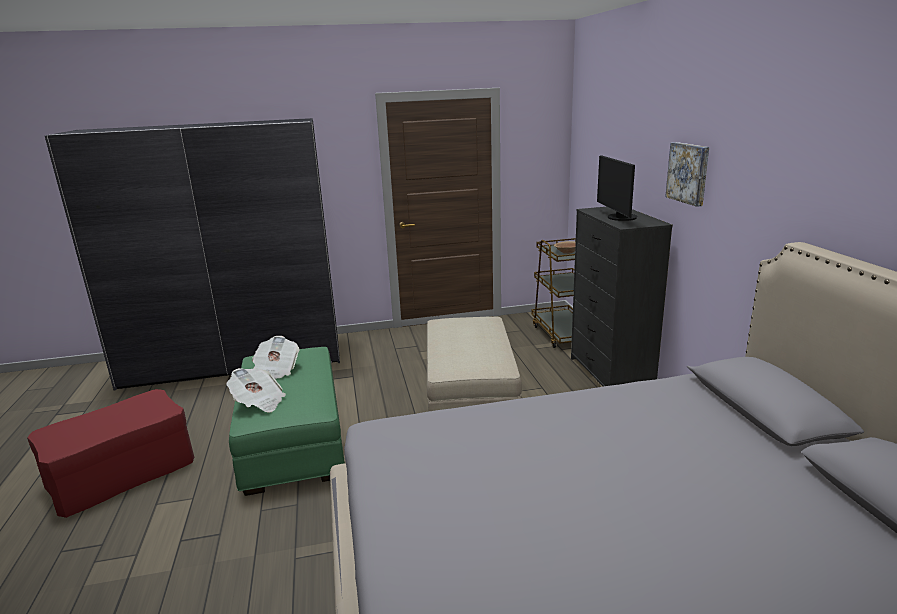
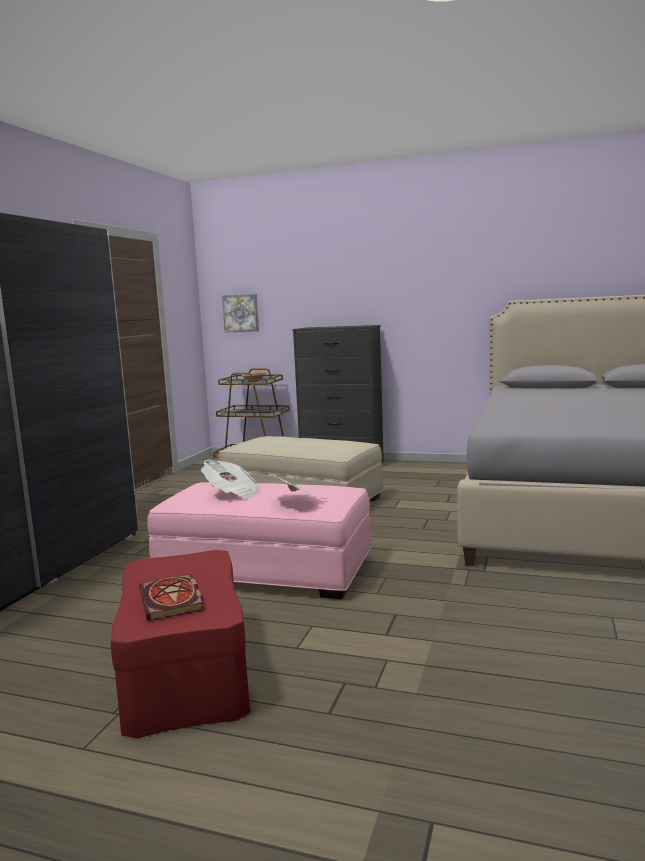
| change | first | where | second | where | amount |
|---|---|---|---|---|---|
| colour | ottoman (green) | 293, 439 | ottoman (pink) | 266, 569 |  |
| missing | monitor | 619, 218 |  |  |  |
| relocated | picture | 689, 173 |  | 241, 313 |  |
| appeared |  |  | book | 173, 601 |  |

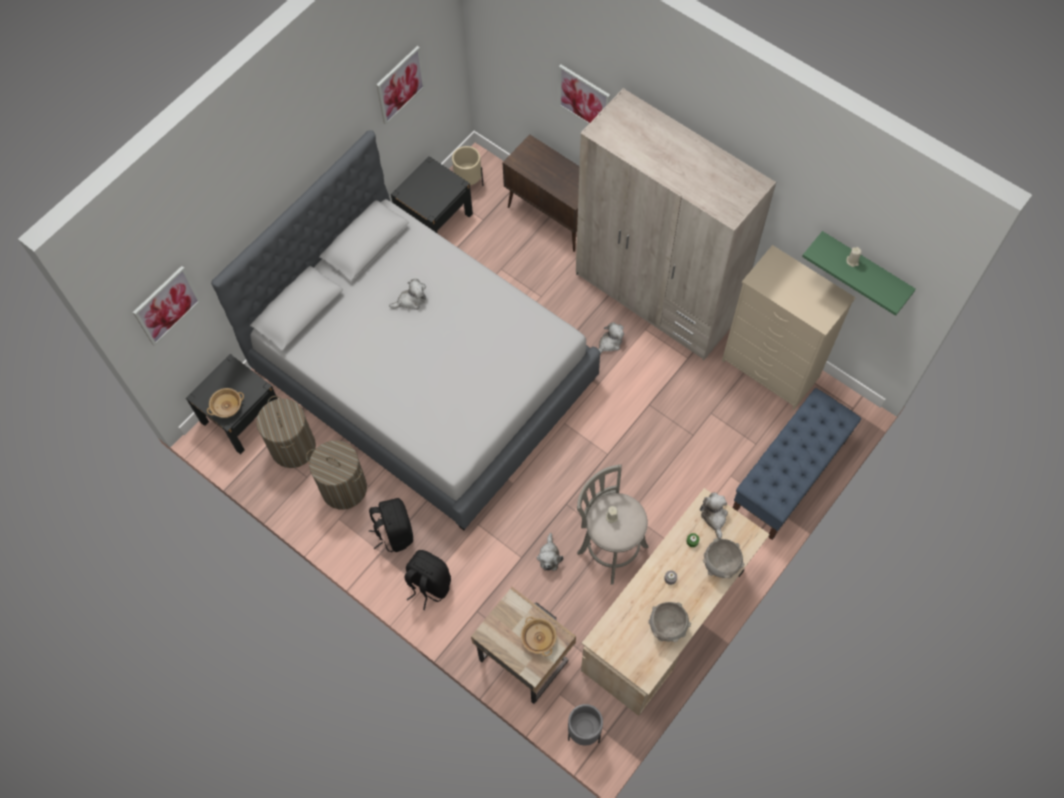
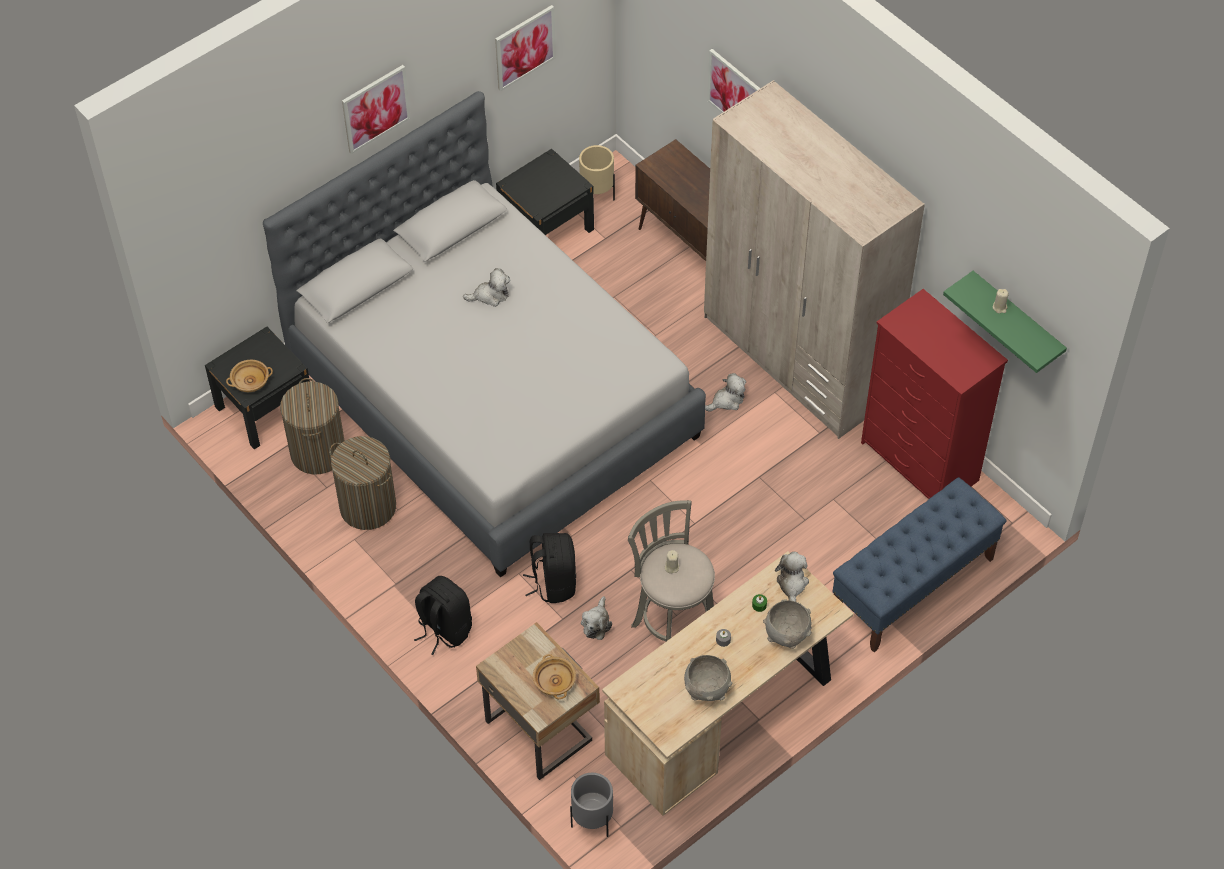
| change | first | where | second | where | amount |
|---|---|---|---|---|---|
| relocated | picture | 166, 305 |  | 375, 108 |  |
| relocated | backpack (black) | 394, 533 |  | 553, 583 |  |
| colour | dresser (beige) | 771, 370 | dresser (red) | 919, 463 |  |

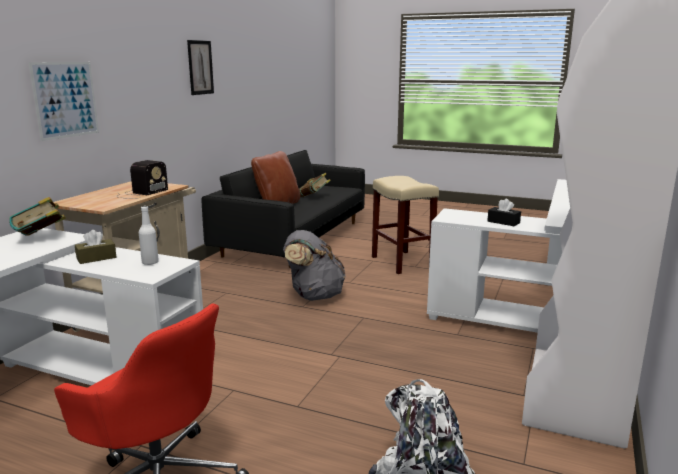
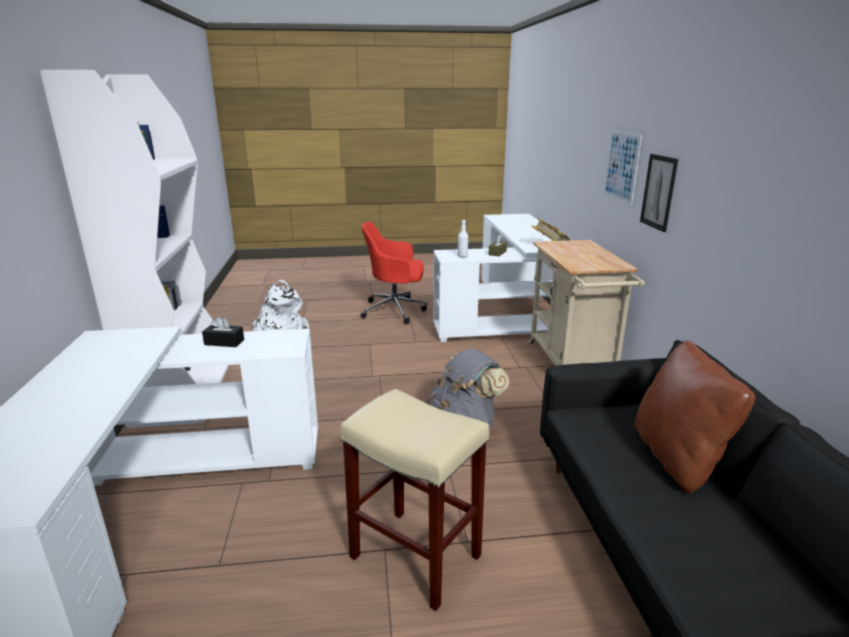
| change | first | where | second | where | amount |
|---|---|---|---|---|---|
| missing | radio | 140, 193 |  |  |  |
| relocated | picture | 200, 67 |  | 658, 192 |  |
| missing | book | 314, 197 |  |  |  |

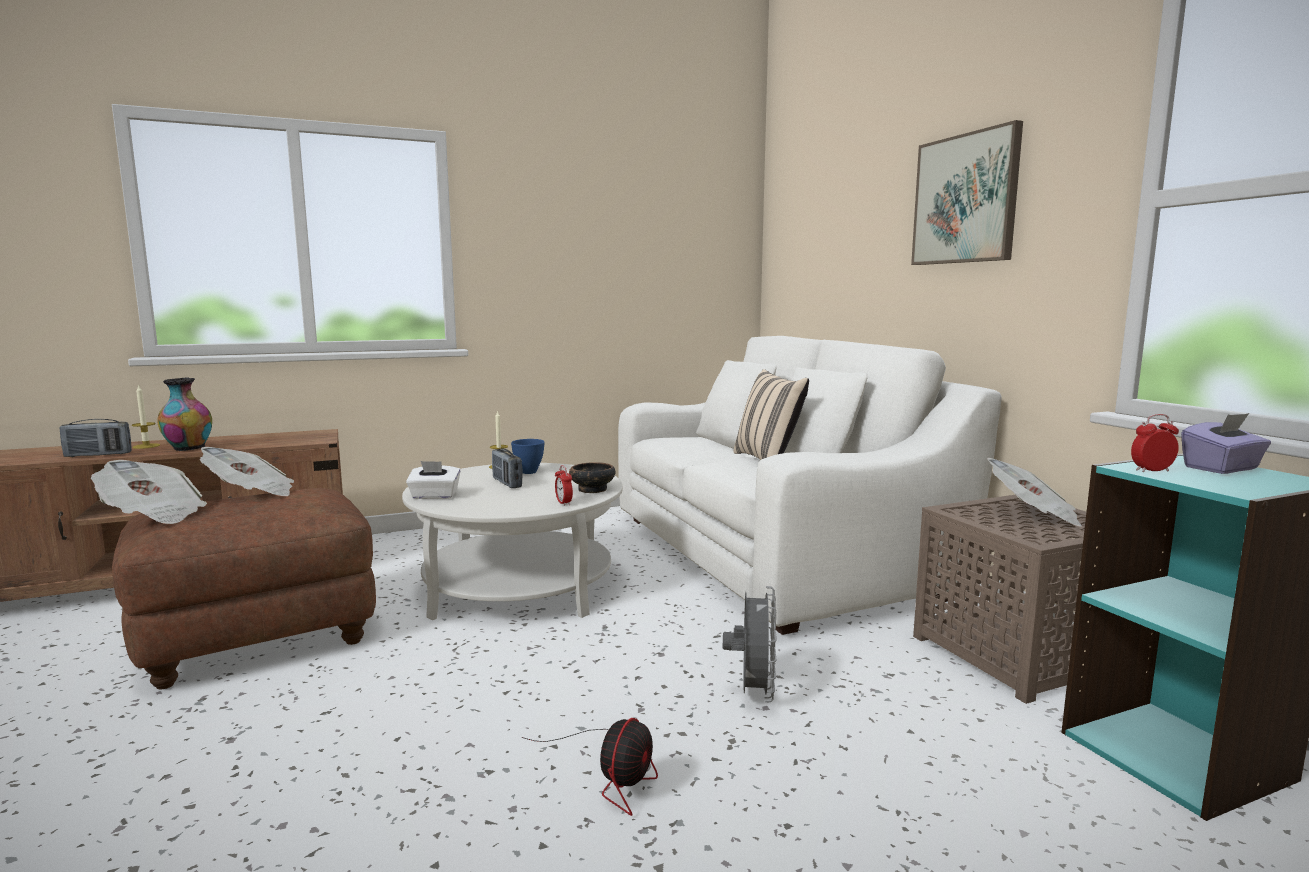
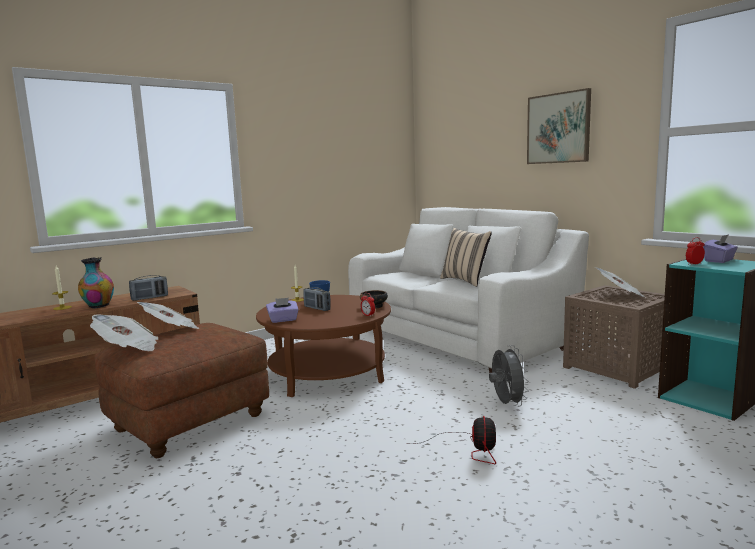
| change | first | where | second | where | amount |
|---|---|---|---|---|---|
| relocated | radio | 98, 455 |  | 149, 298 |  |
| colour | coffee table (white) | 519, 587 | coffee table (brown) | 327, 373 |  |
| colour | tissue box (white) | 434, 496 | tissue box (purple) | 283, 320 |  |

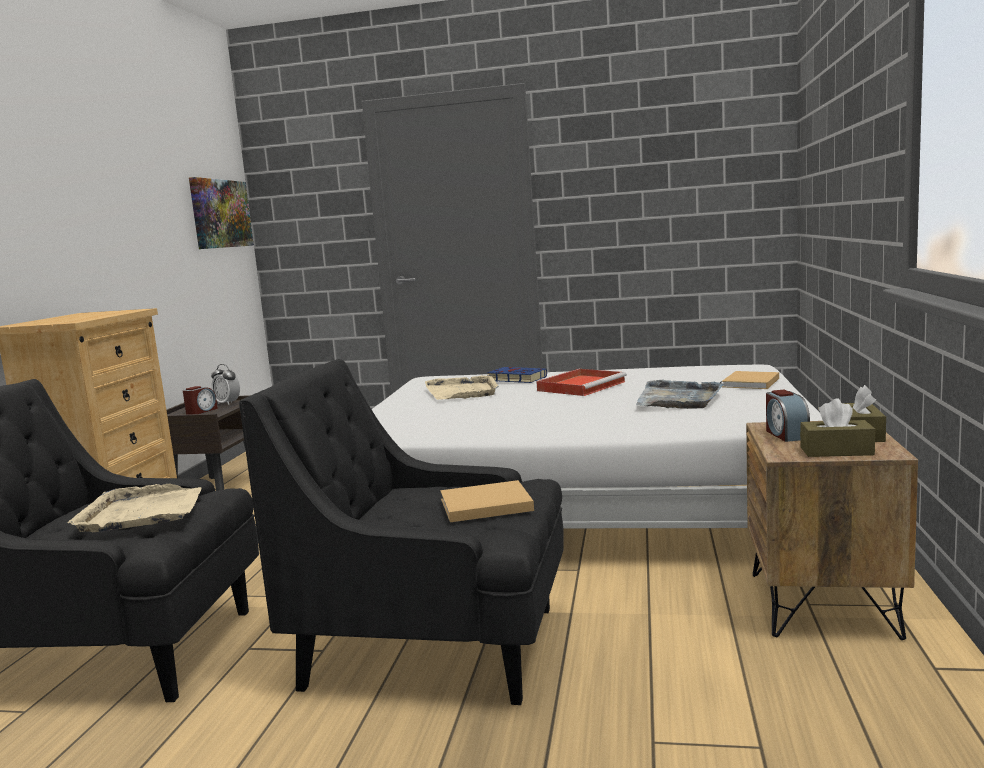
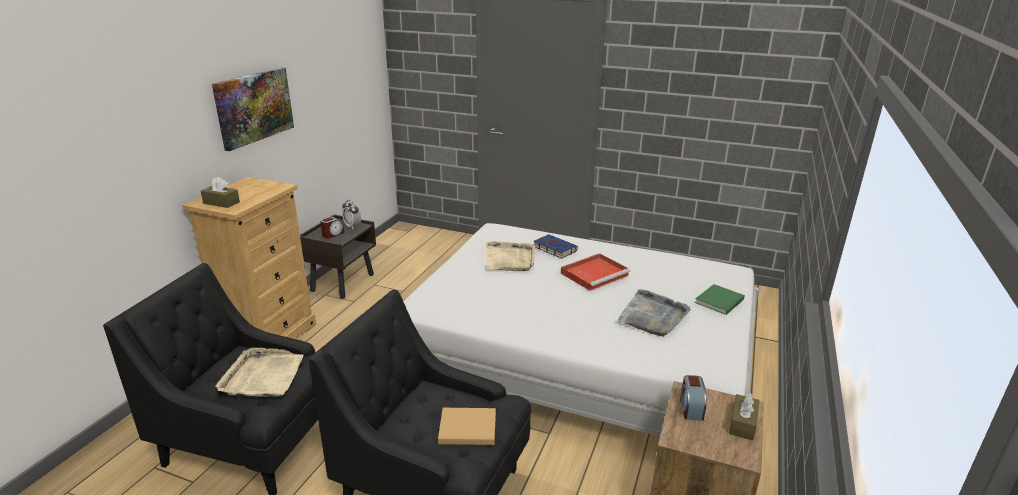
| change | first | where | second | where | amount |
|---|---|---|---|---|---|
| relocated | picture | 220, 214 |  | 254, 107 |  |
| colour | book (beige) | 750, 383 | book (green) | 718, 301 |  |
| relocated | tissue box (brown) | 836, 451 |  | 221, 203 |  |

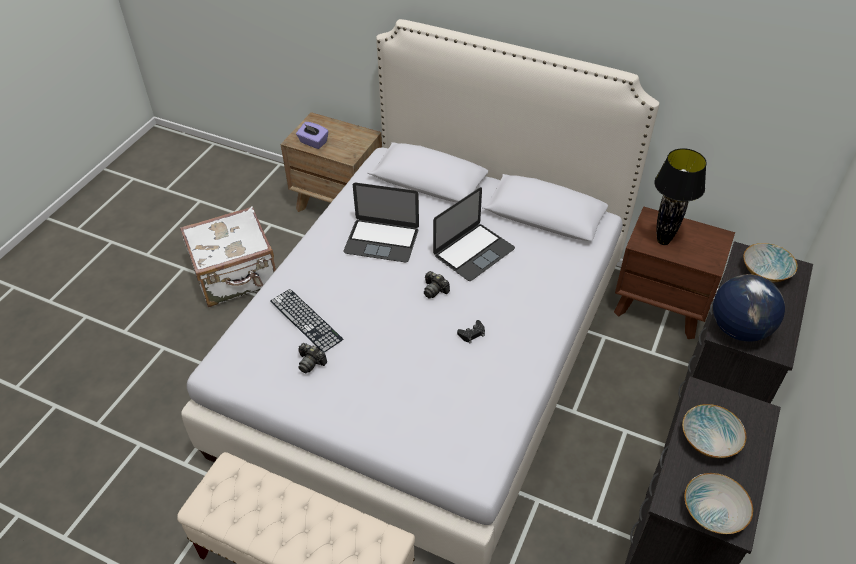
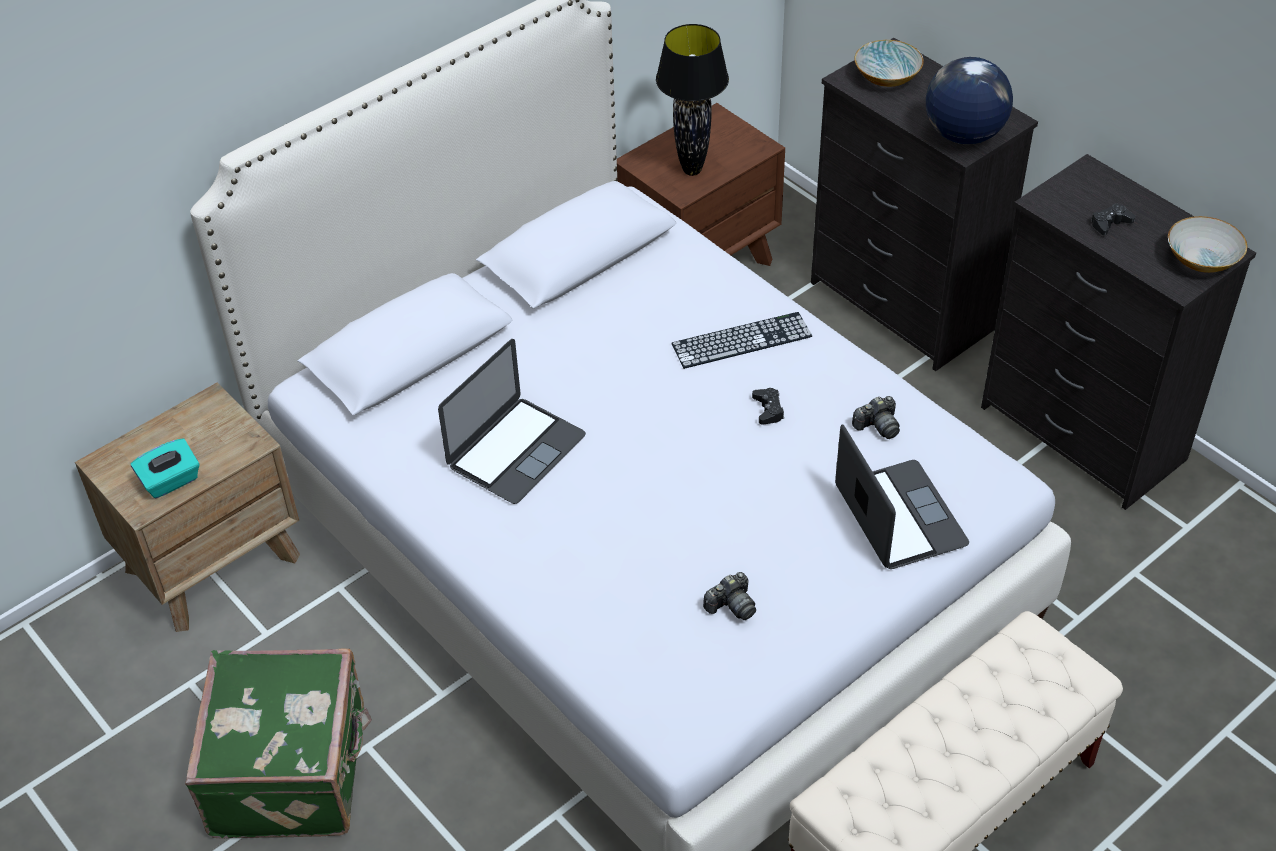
| change | first | where | second | where | amount |
|---|---|---|---|---|---|
| colour | suitcase (white) | 236, 276 | suitcase (green) | 293, 772 |  |
| relocated | keyboard | 306, 320 |  | 741, 340 |  |
| colour | tissue box (purple) | 313, 142 | tissue box (turquoise) | 171, 481 |  |
| relocated | photo camera | 434, 290 |  | 877, 426 |  |
| relocated | laptop | 474, 252 |  | 899, 515 |  |
| exchanged | bowl | 710, 440 | game controller (black) | 1110, 223 |  |

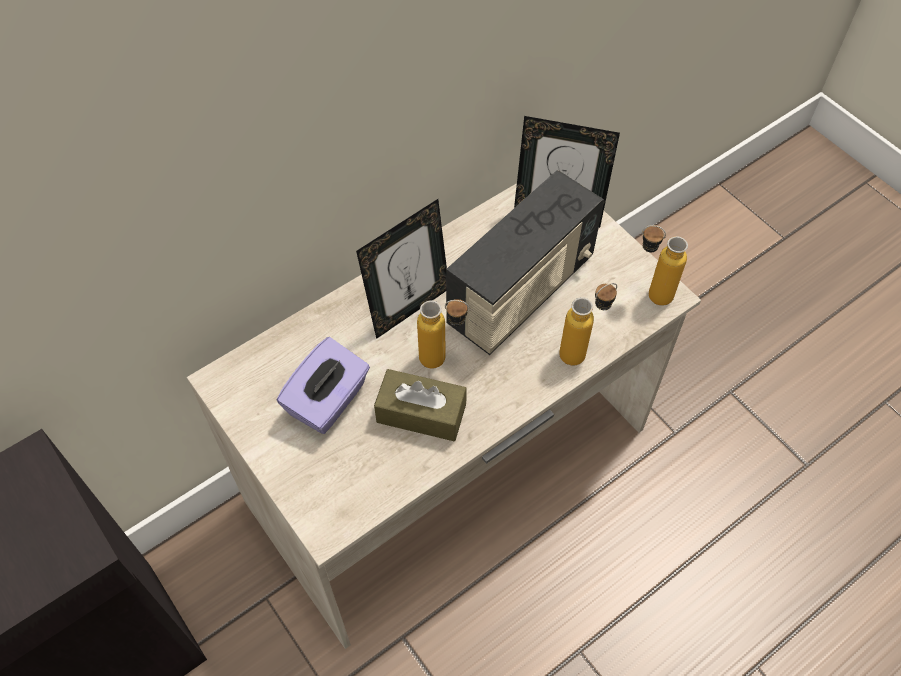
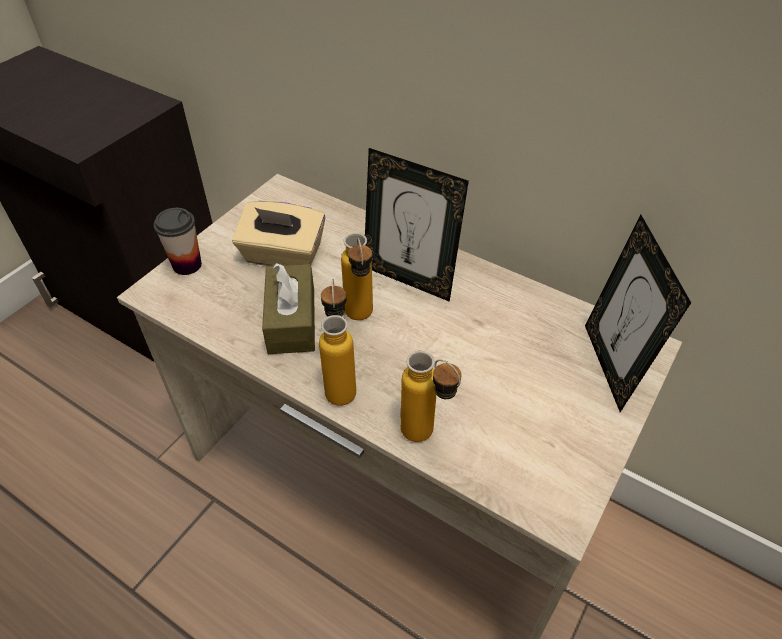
| change | first | where | second | where | amount |
|---|---|---|---|---|---|
| colour | tissue box (purple) | 328, 401 | tissue box (beige) | 283, 255 |  |
| missing | radio | 521, 293 |  |  |  |
| relocated | bottle | 649, 294 |  | 340, 383 |  |
| appeared |  |  | cup | 187, 265 |  |

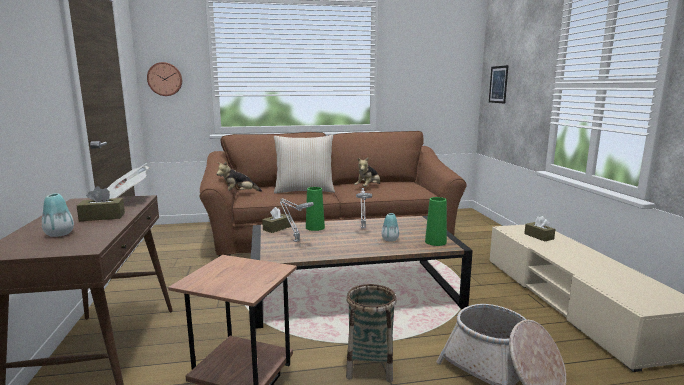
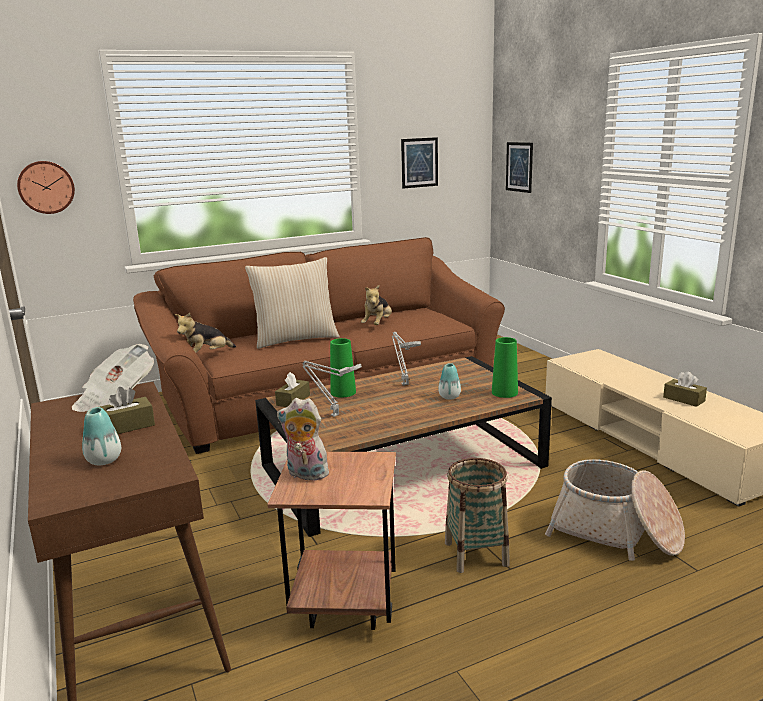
| change | first | where | second | where | amount |
|---|---|---|---|---|---|
| relocated | tissue box (brown) | 539, 236 |  | 683, 399 |  |
| appeared |  |  | plush toy | 305, 475 |  |
| appeared |  |  | picture | 419, 162 |  |

